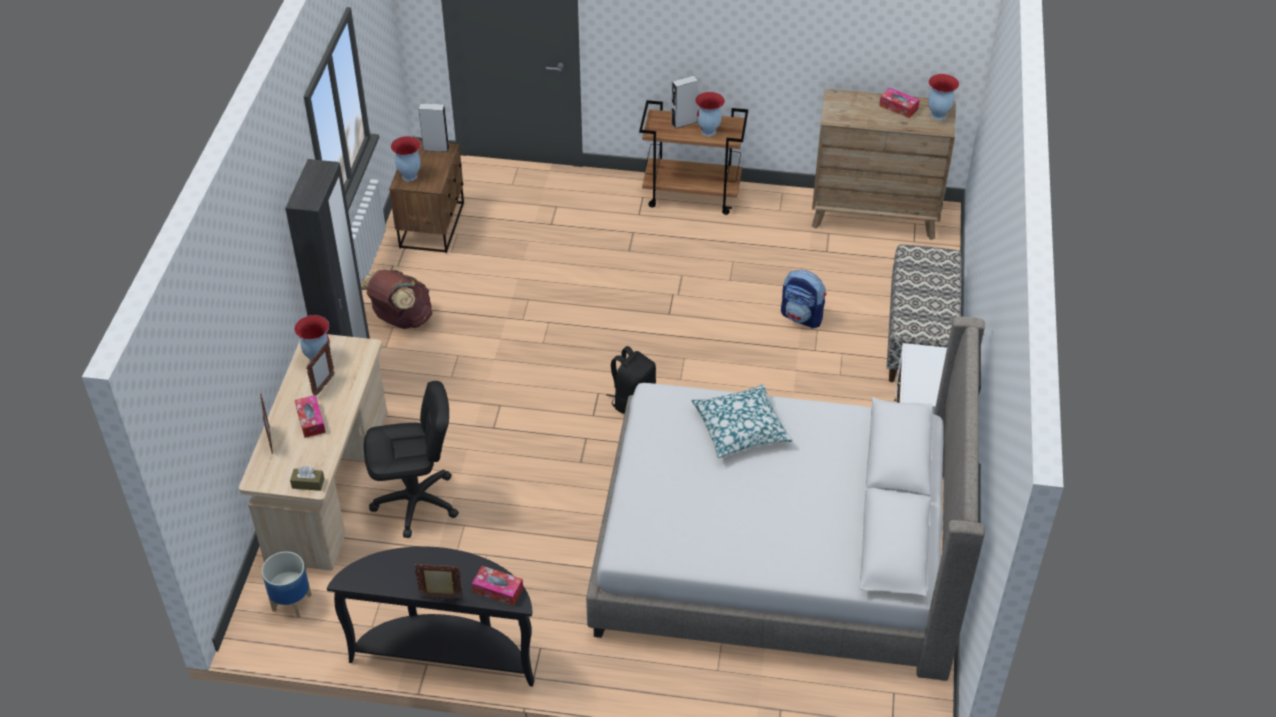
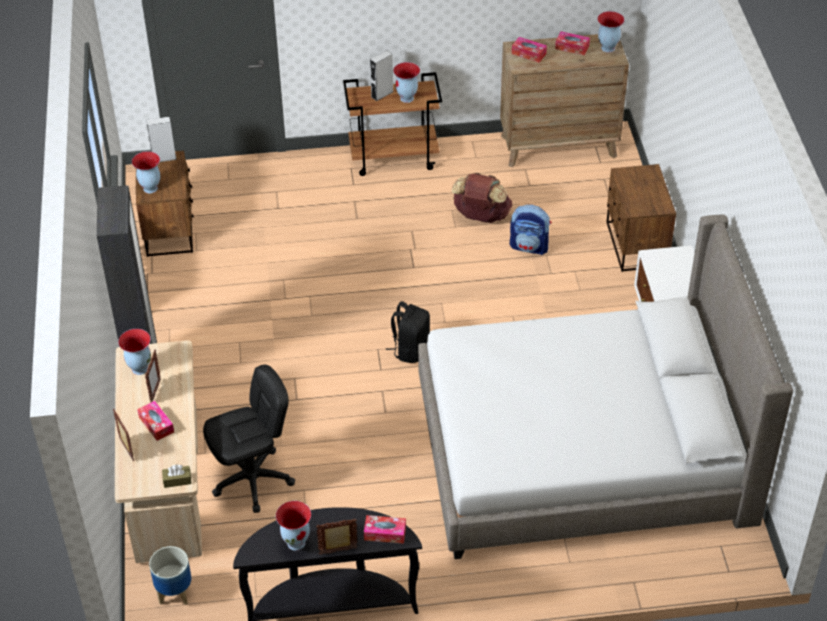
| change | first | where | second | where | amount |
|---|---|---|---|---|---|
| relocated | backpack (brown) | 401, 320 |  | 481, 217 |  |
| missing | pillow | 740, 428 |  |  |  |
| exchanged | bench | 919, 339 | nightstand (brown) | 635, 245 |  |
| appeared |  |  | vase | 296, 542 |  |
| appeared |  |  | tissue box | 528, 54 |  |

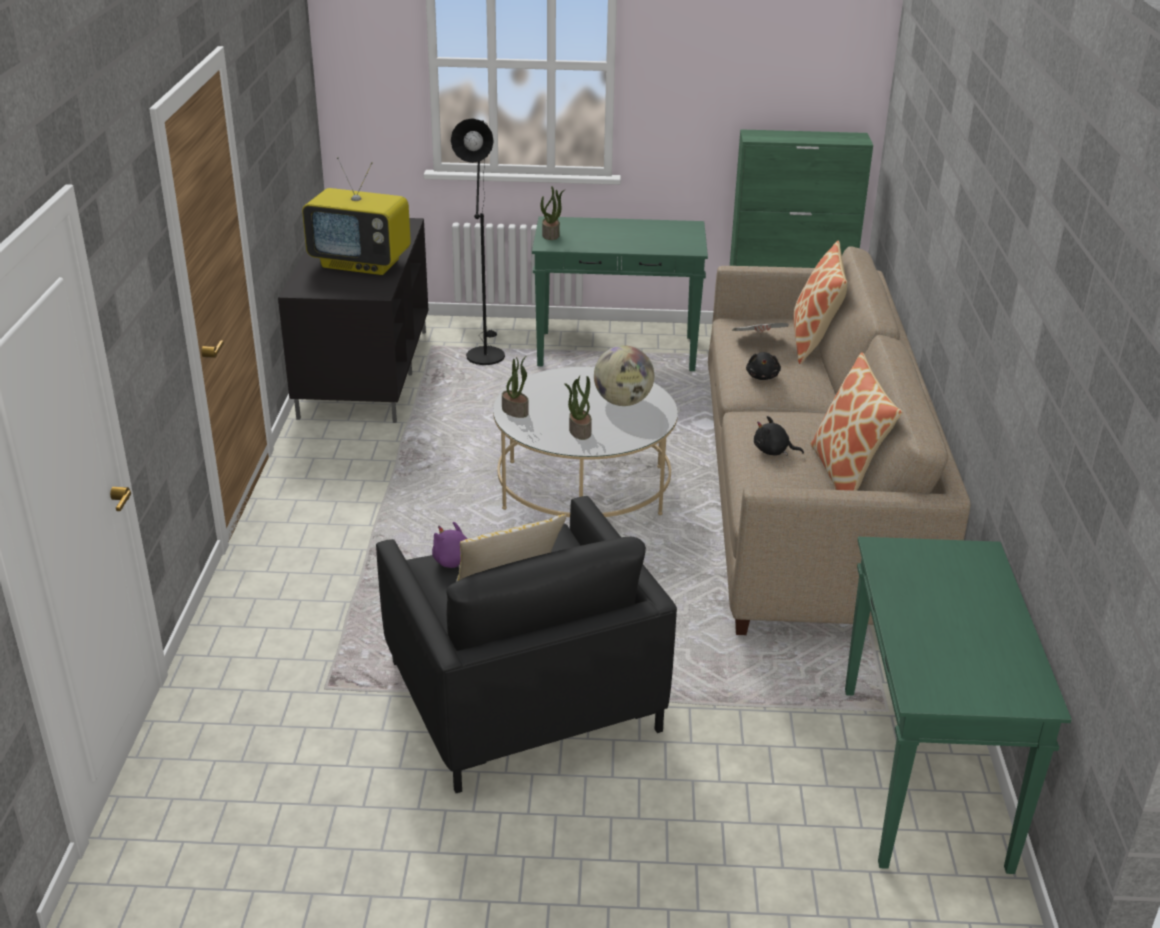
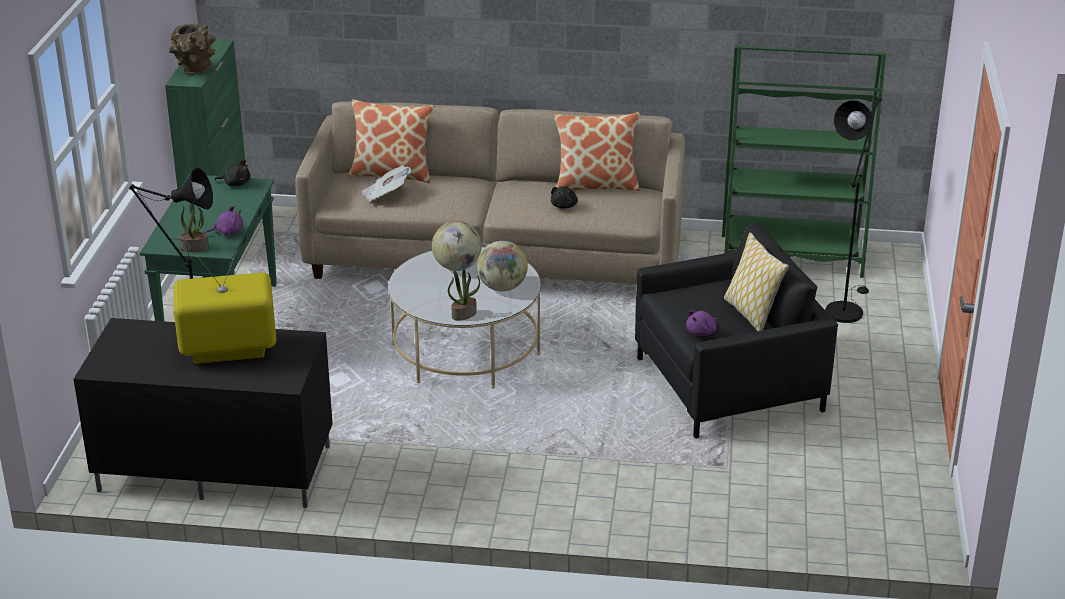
| change | first | where | second | where | amount |
|---|---|---|---|---|---|
| spun | television | 362, 263 |  | 227, 350 | 120 degrees counterclockwise |
| exchanged | potted plant | 579, 431 | globe | 502, 287 |  |
| relocated | plush toy (black) | 762, 376 |  | 236, 183 |  |
| exchanged | console table (green) | 924, 777 | bookcase (green) | 791, 256 |  |
| appeared |  |  | vase (brown) | 195, 71 |  |
| appeared |  |  | plush toy (purple) | 227, 232 |  |
| appeared |  |  | floor lamp (black) | 845, 309 |  |

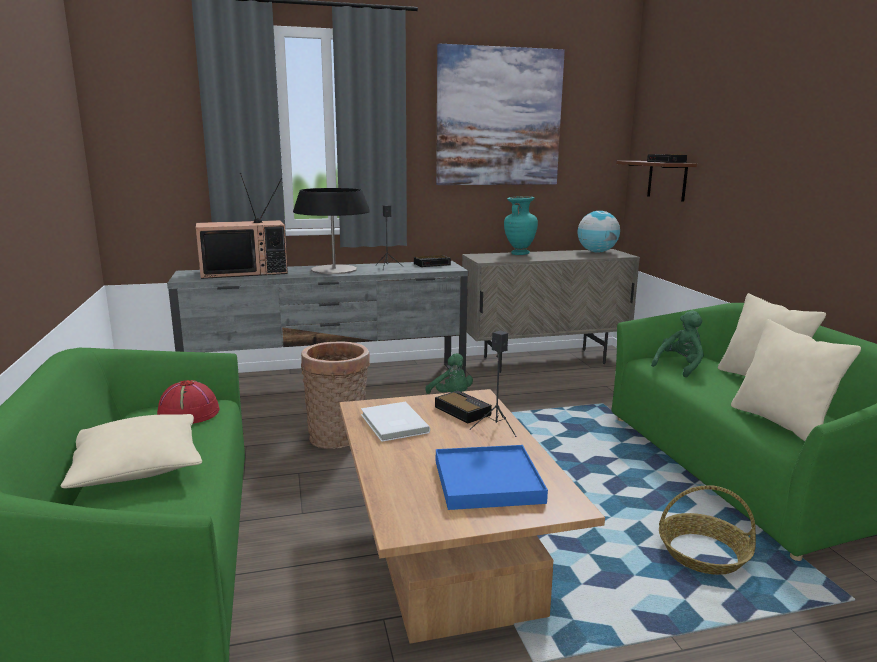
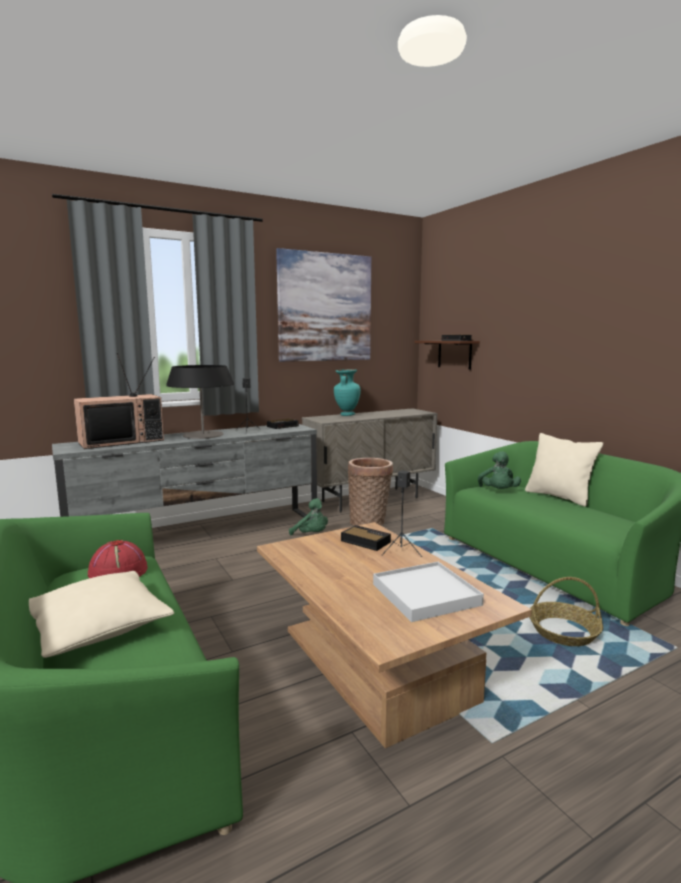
| change | first | where | second | where | amount |
|---|---|---|---|---|---|
| relocated | basket | 338, 438 |  | 369, 522 |  |
| missing | book (white) | 392, 424 |  |  |  |
| colour | tray (blue) | 488, 481 | tray (white) | 425, 594 |  |
| missing | globe | 596, 252 |  |  |  |
| spun | plush toy (green) | 680, 367 |  | 498, 492 | 150 degrees clockwise |
| missing | pillow (beige) | 781, 423 |  |  |  |

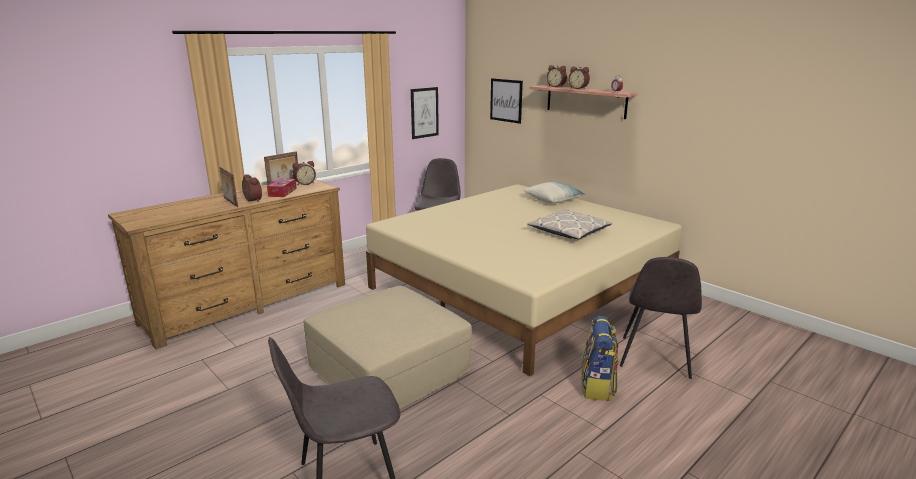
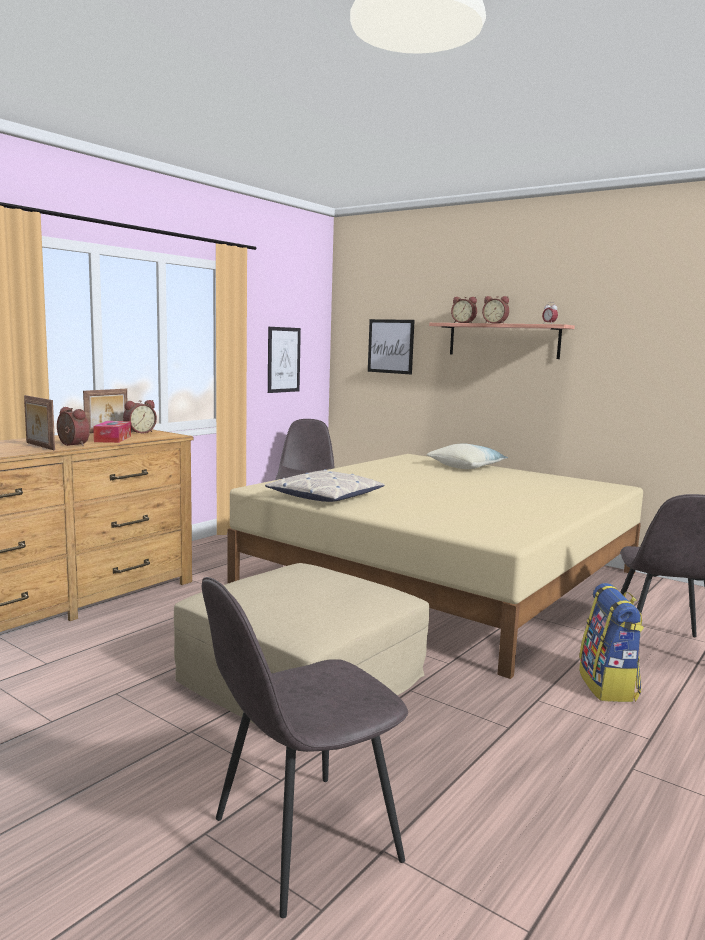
| change | first | where | second | where | amount |
|---|---|---|---|---|---|
| relocated | pillow | 569, 231 |  | 325, 496 |  |

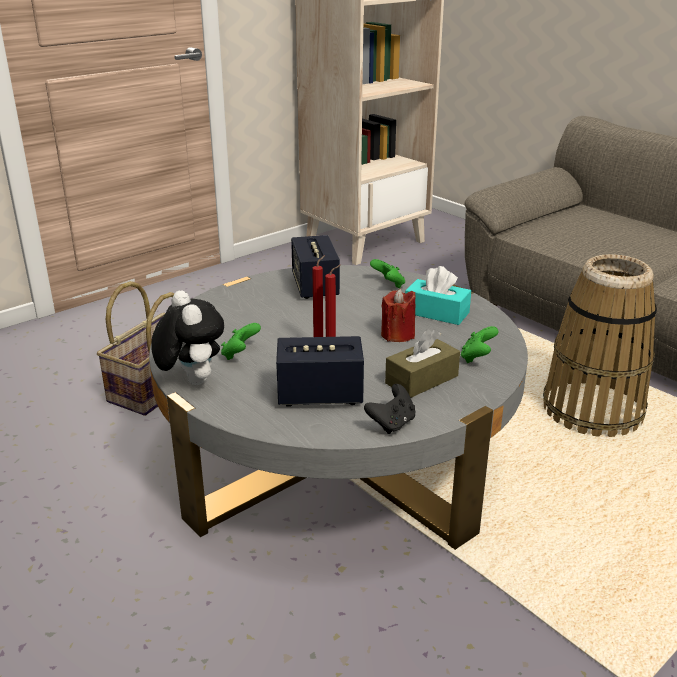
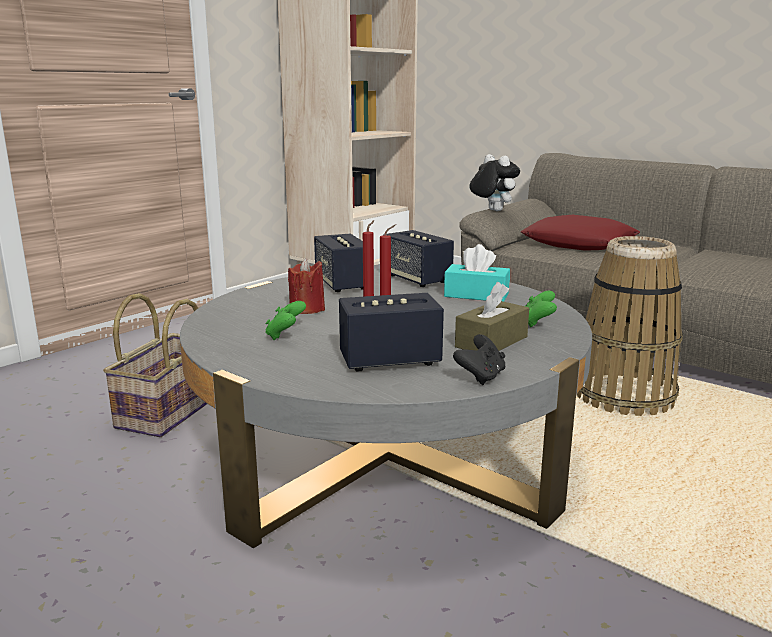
| change | first | where | second | where | amount |
|---|---|---|---|---|---|
| relocated | plush toy | 191, 380 |  | 492, 210 |  |
| exchanged | game controller (green) | 388, 285 | speaker | 417, 279 |  |
| relocated | candle (red) | 397, 335 |  | 307, 309 |  |
| appeared |  |  | pillow (red) | 579, 243 |  |

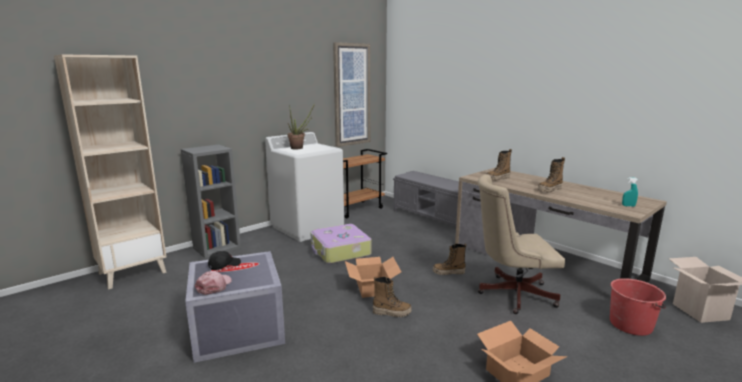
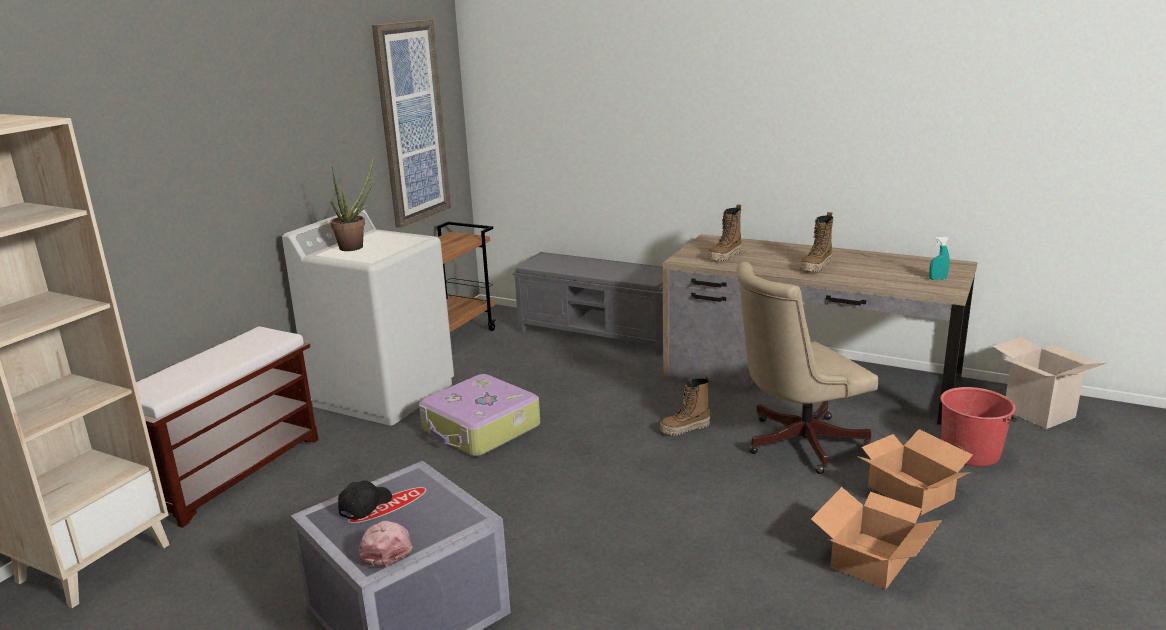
| change | first | where | second | where | amount |
|---|---|---|---|---|---|
| exchanged | bookcase (grey) | 217, 247 | bench (brown) | 234, 471 |  |
| relocated | cardboard box | 372, 287 |  | 910, 492 |  |
| missing | boot | 391, 312 |  |  |  |

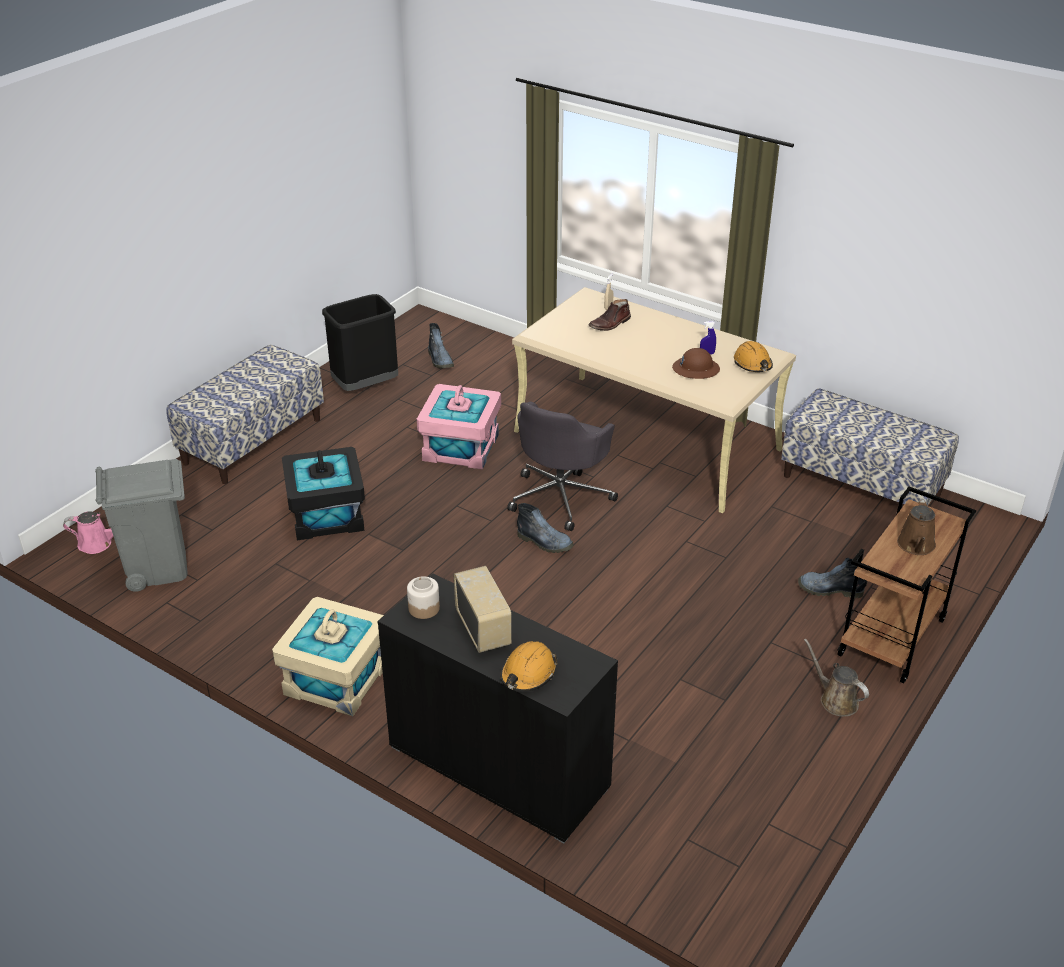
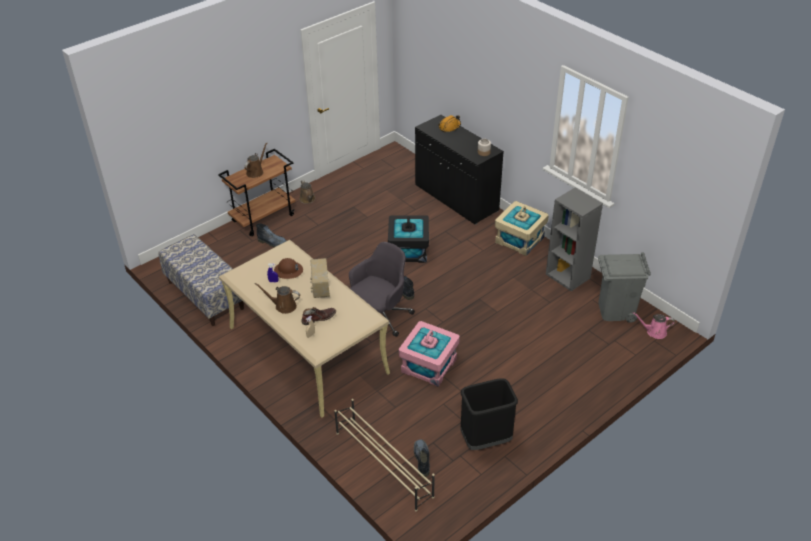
| change | first | where | second | where | amount |
|---|---|---|---|---|---|
| missing | bench | 252, 441 |  |  |  |
| relocated | storage box (black) | 326, 515 |  | 409, 250 |  |
| relocated | radio | 484, 629 |  | 320, 287 |  |
| missing | hard hat (orange) | 753, 364 |  |  |  |
| appeared |  |  | watering can (brown) | 283, 306 |  |
| appeared |  |  | shoe rack (beige) | 383, 463 |  |
| appeared |  |  | bookcase (grey) | 568, 276 |  |

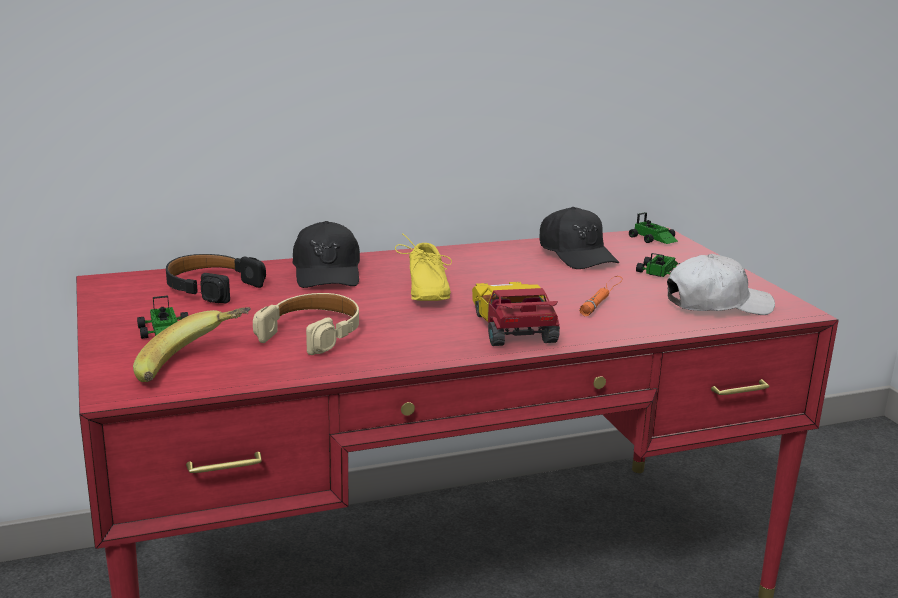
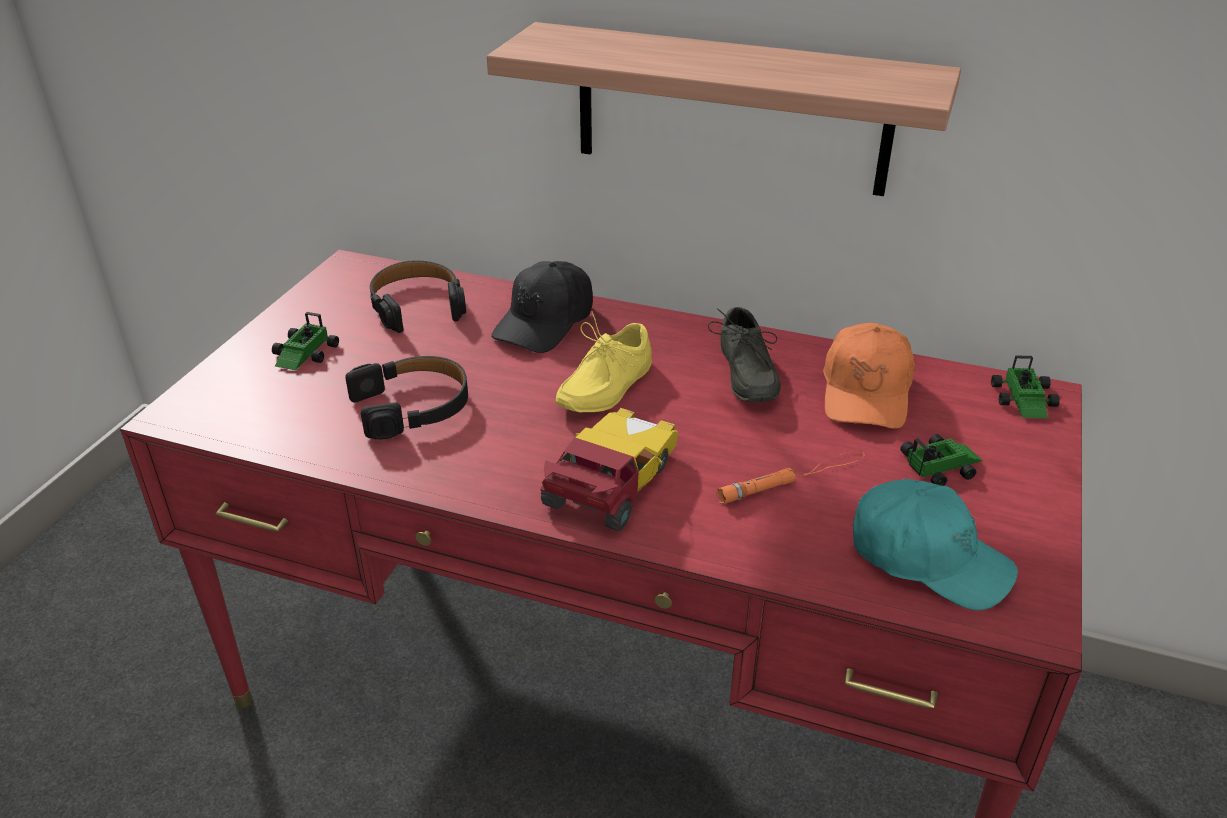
| change | first | where | second | where | amount |
|---|---|---|---|---|---|
| missing | banana | 195, 368 |  |  |  |
| colour | headphones (beige) | 312, 333 | headphones (black) | 412, 406 |  |
| colour | cap (black) | 576, 254 | cap (orange) | 866, 392 |  |
| colour | cap (white) | 717, 304 | cap (turquoise) | 928, 558 |  |
| appeared |  |  | shelf | 731, 110 |  |
| appeared |  |  | shoe (grey) | 742, 375 |  |

